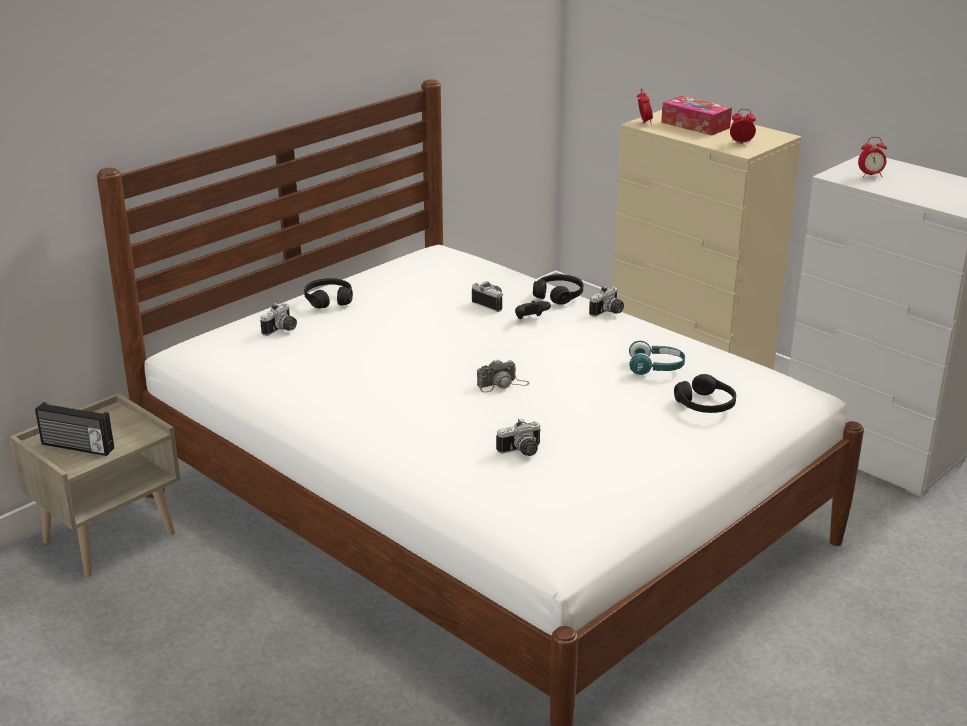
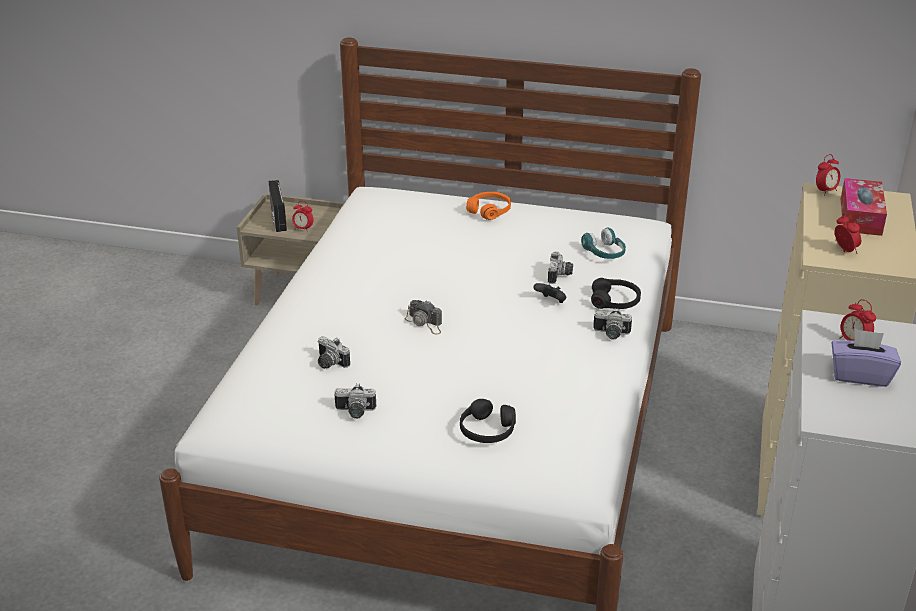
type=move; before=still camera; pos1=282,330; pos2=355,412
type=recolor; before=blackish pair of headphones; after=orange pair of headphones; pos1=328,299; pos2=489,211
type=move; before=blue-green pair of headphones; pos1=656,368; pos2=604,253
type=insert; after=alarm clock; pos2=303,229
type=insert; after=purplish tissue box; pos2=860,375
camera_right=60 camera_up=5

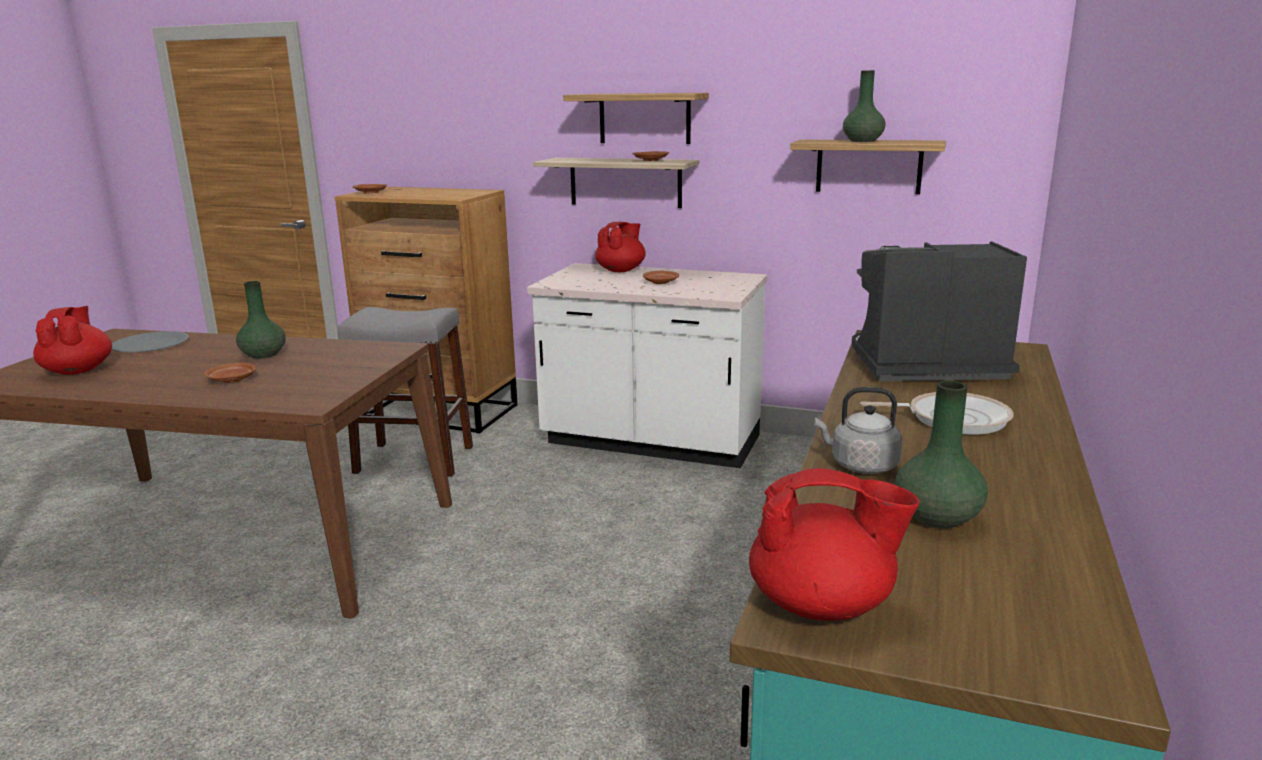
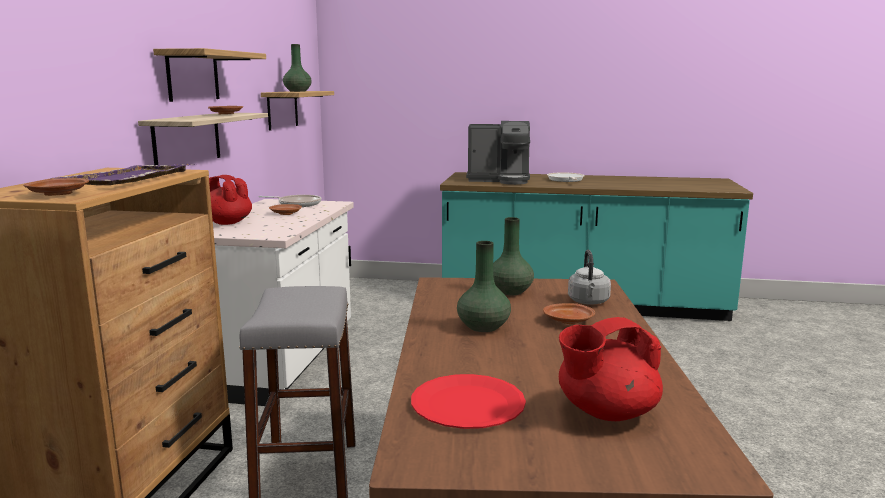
type=recolor; before=gray plate; after=red-coloured plate; pos1=150,344; pos2=468,404
type=delete; before=red-coloured teapot; pos1=823,605
type=move; before=gray kettle; pos1=860,465; pos2=588,302
type=rotate; before=coffee brewer; pos1=923,366; pos2=500,180; turn=-75
type=move; before=green flower vase; pos1=937,517; pos2=510,291
type=insert; after=purplish serving tray; pos2=128,178
type=insert; after=frying pan; pos2=297,204
camera_right=-100 camera_up=-5

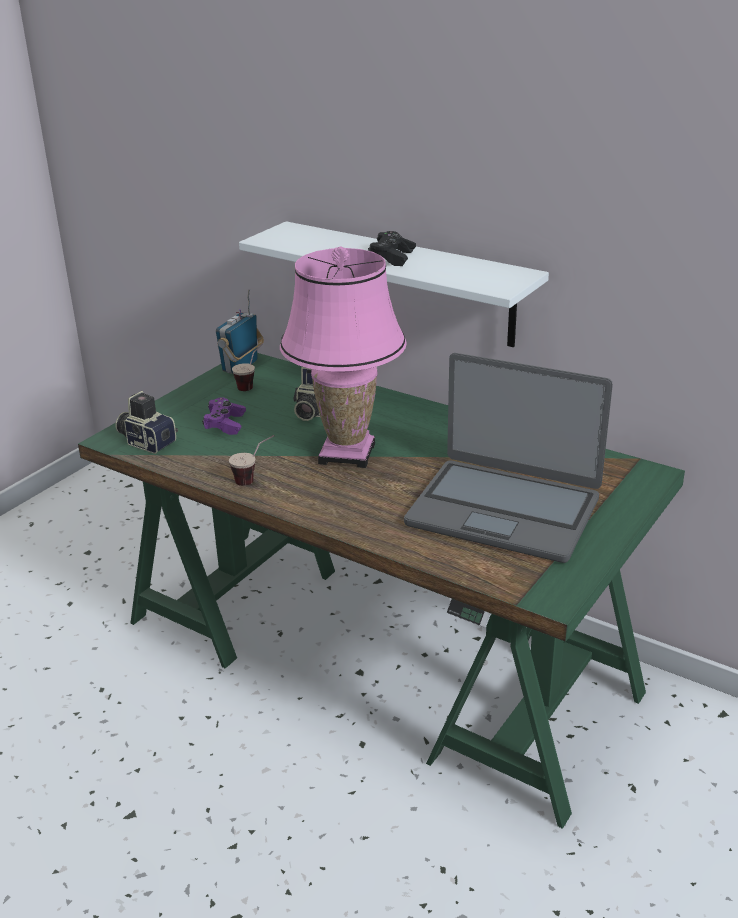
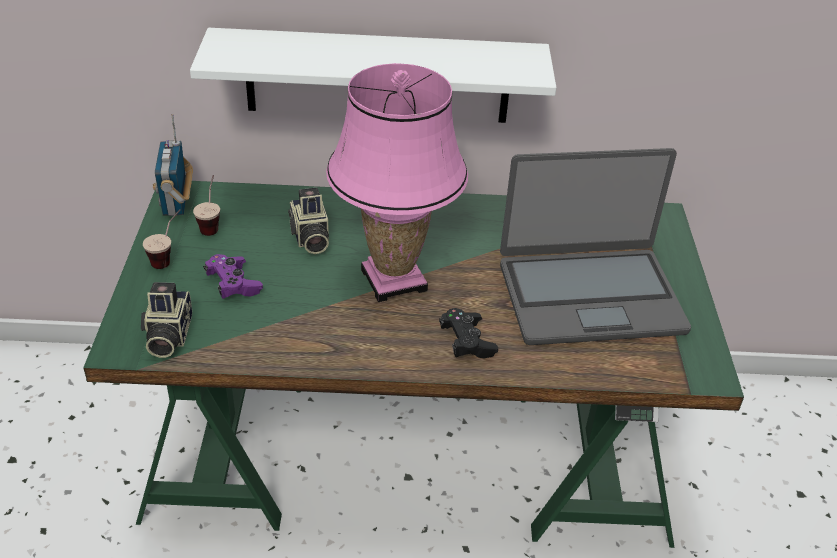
type=rotate; before=still camera; pos1=147,441; pos2=167,336; turn=-90
type=move; before=small cup; pos1=254,479; pos2=168,257
type=move; before=blackish joypad; pos1=392,257; pos2=467,342
camera_right=-35 camera_up=10

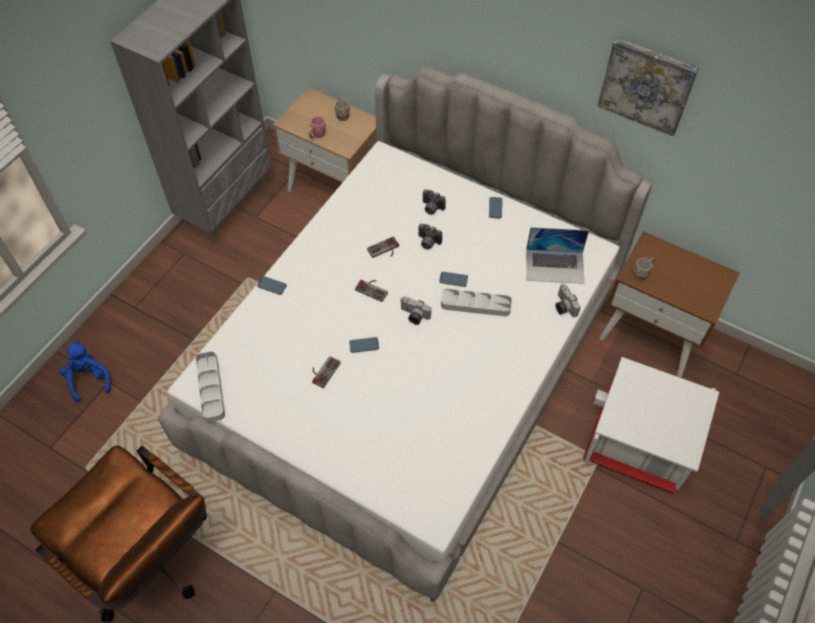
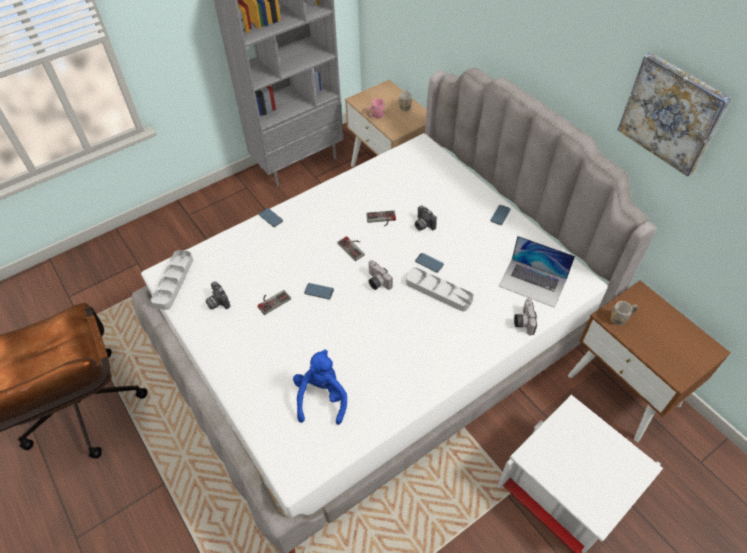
type=move; before=blue plush toy; pos1=89,379; pos2=322,397
type=move; before=still camera; pos1=431,208; pos2=217,302
camera_right=25 camera_up=-5

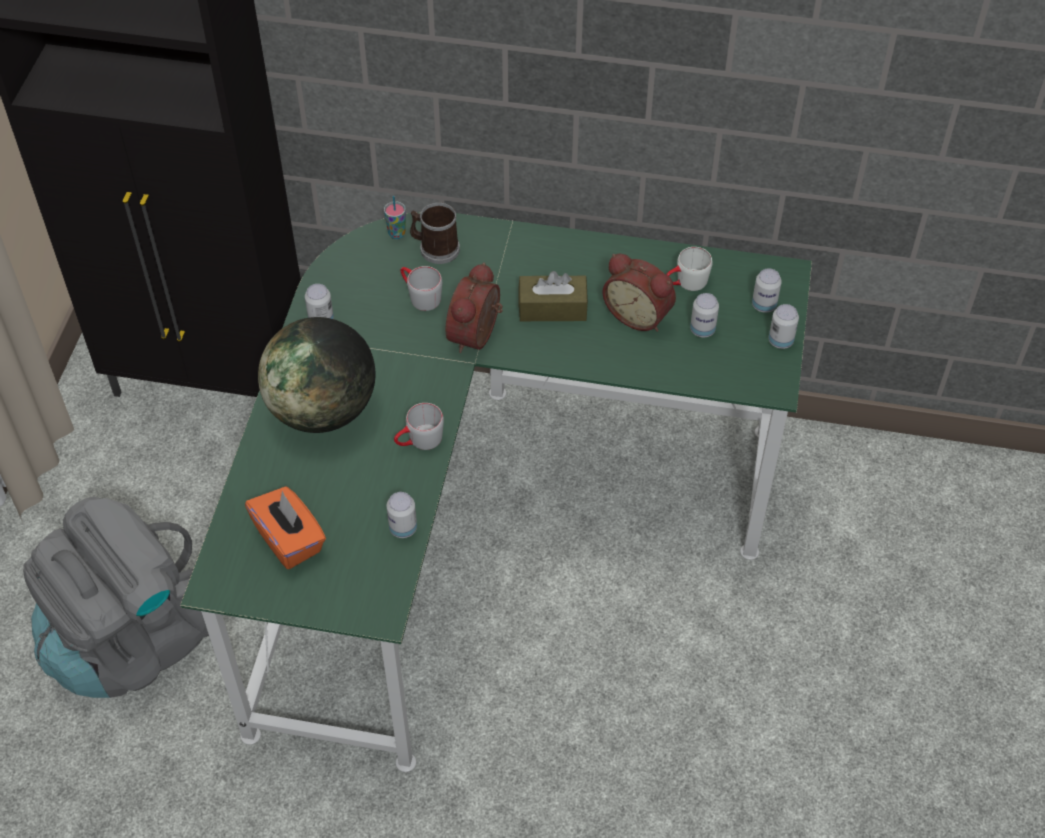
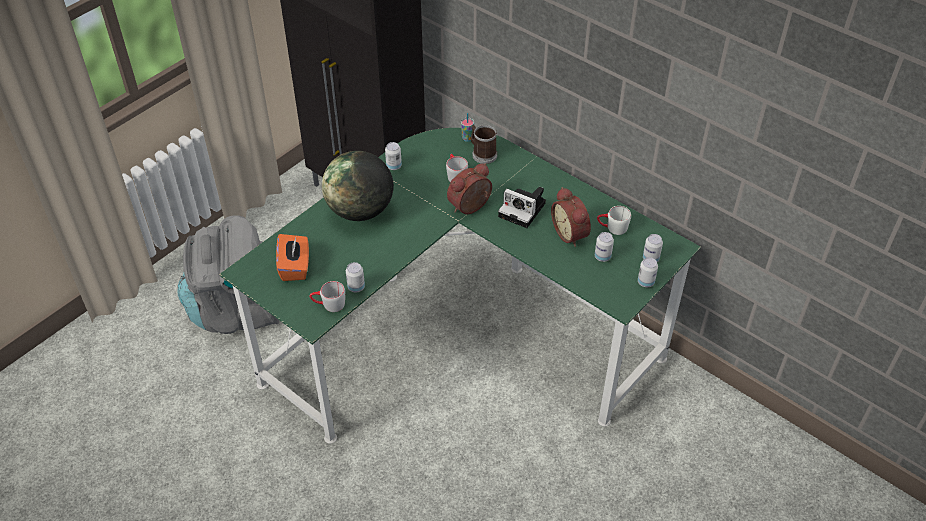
type=move; before=gray tea mug; pos1=419,441; pos2=329,305
type=replace; before=brown-coloured tissue box; after=still camera; pos1=552,308; pos2=524,210
camera_right=30 camera_up=-5

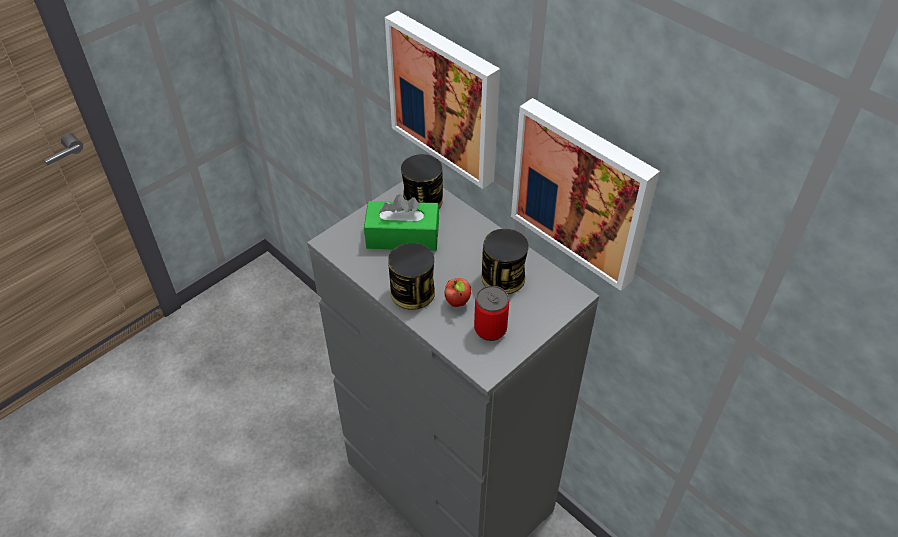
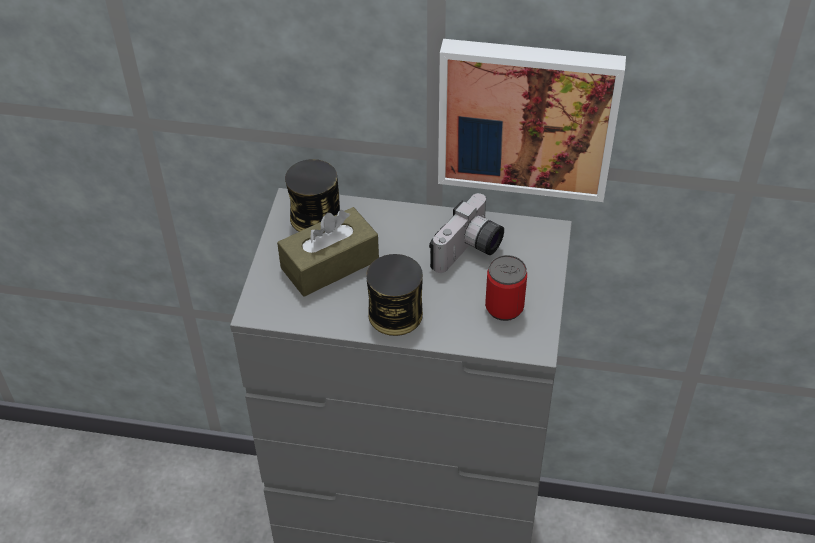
type=recolor; before=green tissue box; after=brown-coloured tissue box; pos1=402,236; pos2=330,264
type=delete; before=wall picture; pos1=446,97
type=delete; before=apple fruit; pos1=458,303
type=replace; before=metal can; after=still camera; pos1=503,277; pos2=469,251
camera_right=-35 camera_up=0

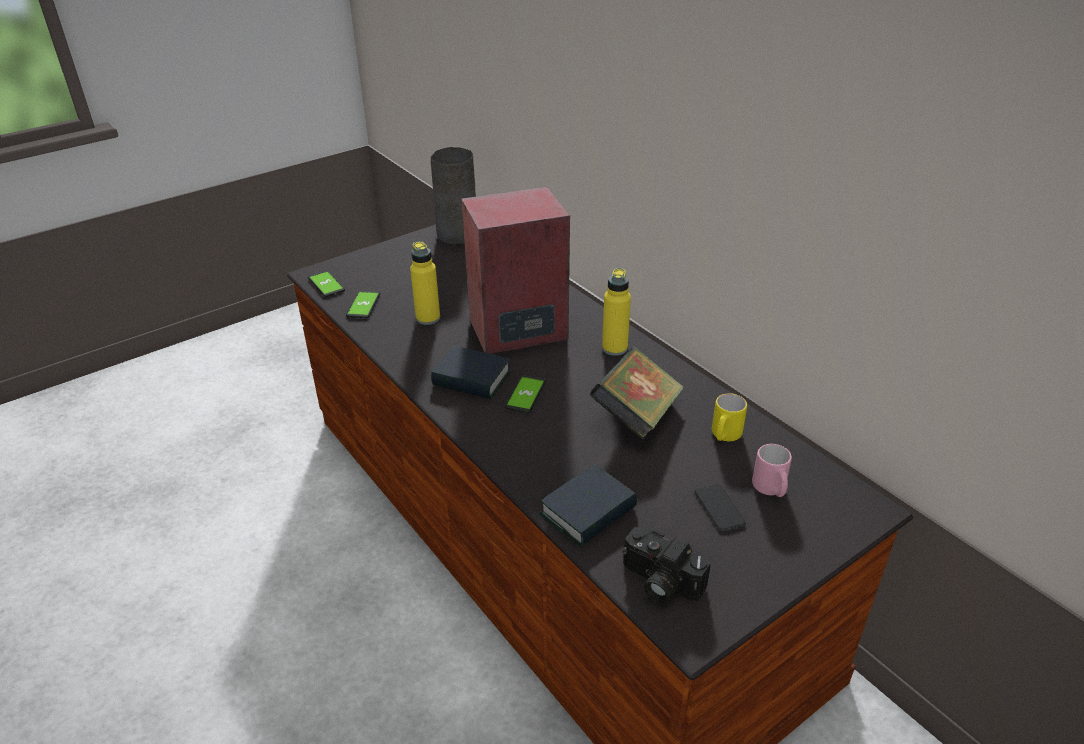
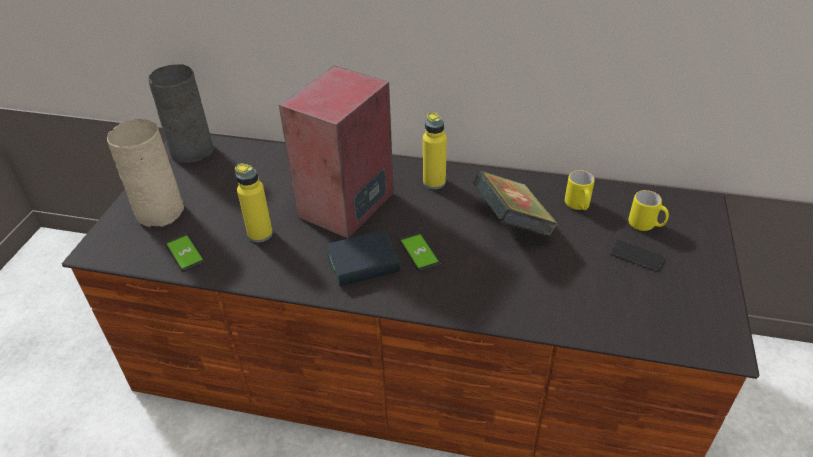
type=delete; before=phone; pos1=326,284
type=delete; before=bound book; pos1=588,512
type=delete; before=still camera; pos1=659,582
type=recolor; before=pink-coloured tea mug; after=yellowish tea mug; pos1=771,490; pos2=646,225
type=insert; after=beige-coloured flower vase; pos2=161,211
camera_right=-40 camera_up=5

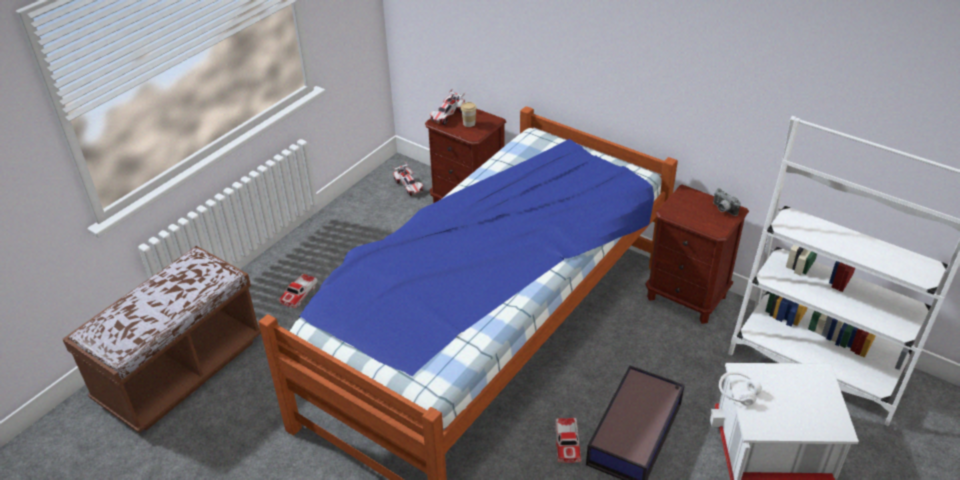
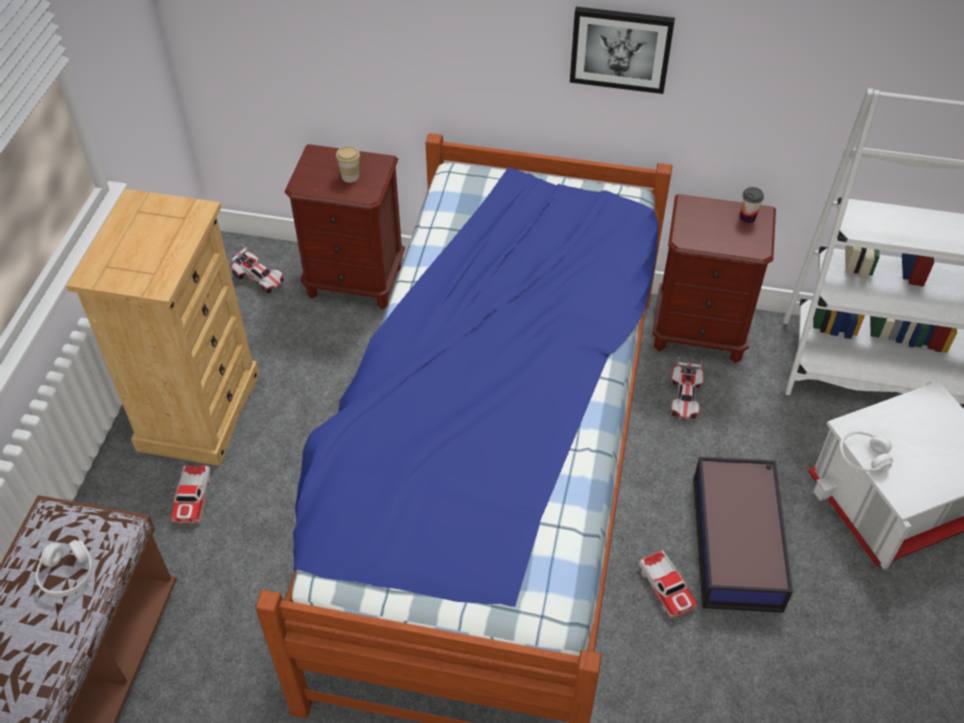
type=move; before=model car; pos1=447,115; pos2=685,398
type=replace; before=still camera; after=small cup; pos1=723,210; pos2=747,217
type=insert; after=white-coloured pair of headphones; pos2=67,574
type=insert; after=beige-coloured drawer chest; pos2=199,410
type=insert; after=wall picture; pos2=621,48
camera_right=-25 camera_up=10

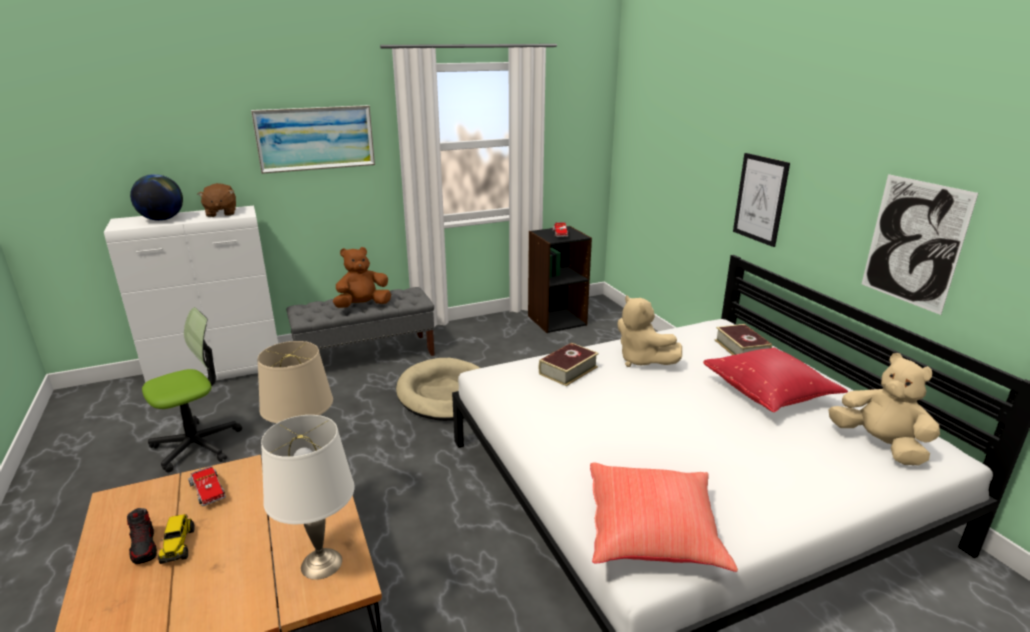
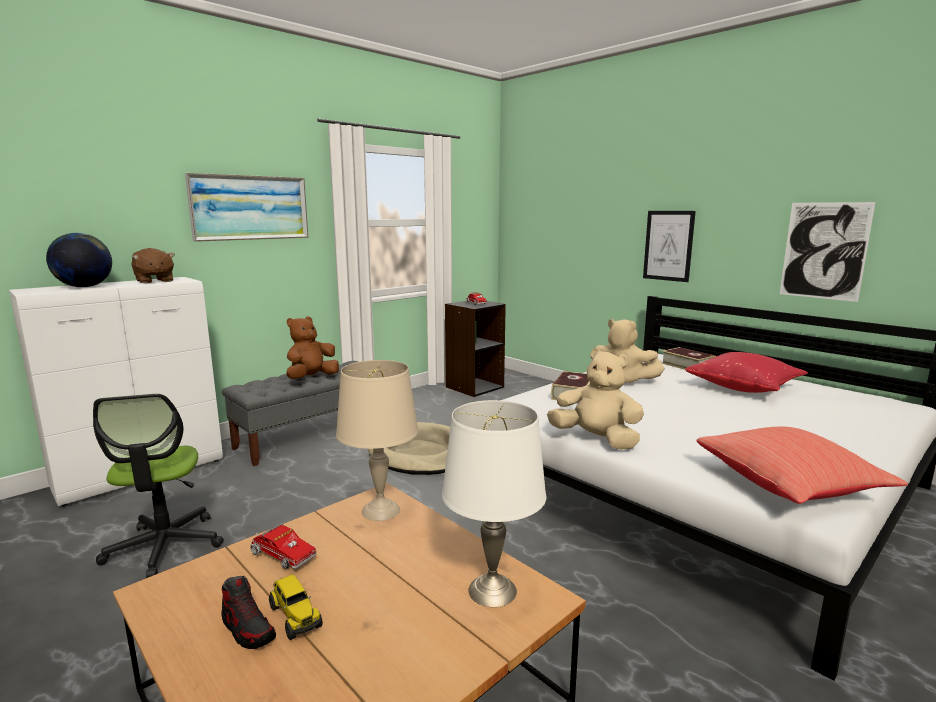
type=rotate; before=desk chair; pos1=197,445; pos2=165,546; turn=135
type=move; before=beige-coloured plush toy; pos1=879,445; pos2=596,439
camera_right=-20 camera_up=-10

